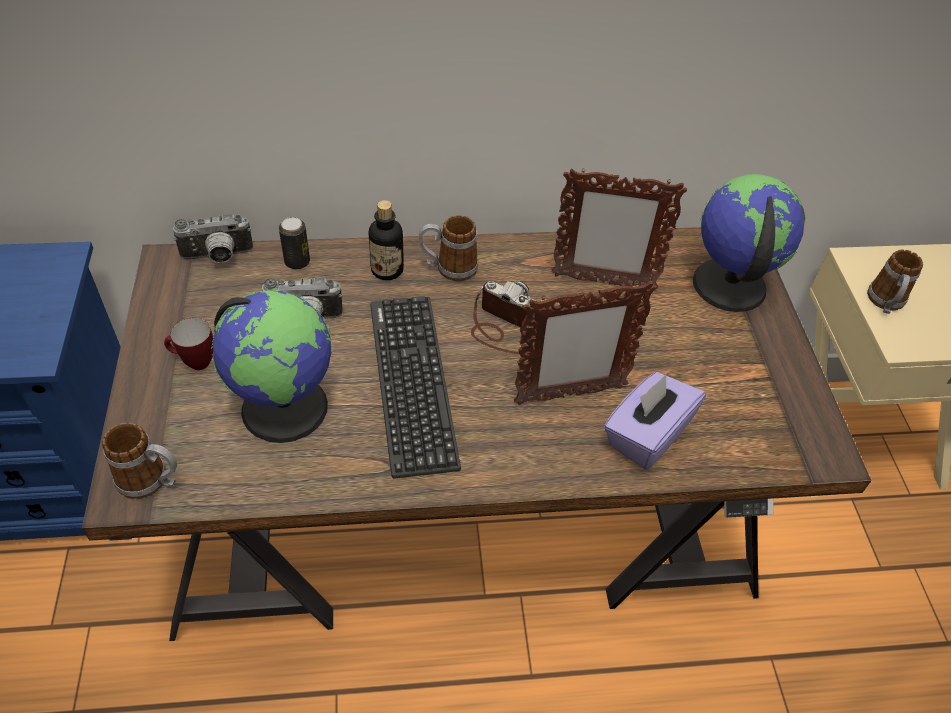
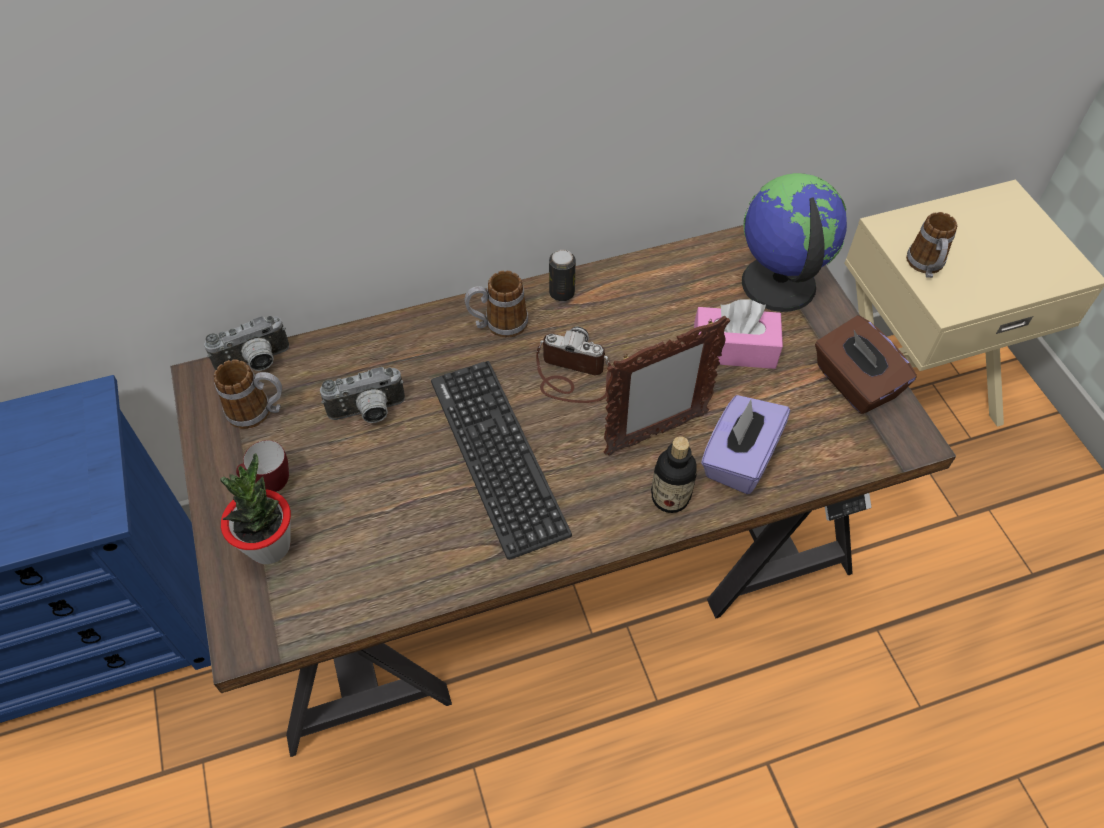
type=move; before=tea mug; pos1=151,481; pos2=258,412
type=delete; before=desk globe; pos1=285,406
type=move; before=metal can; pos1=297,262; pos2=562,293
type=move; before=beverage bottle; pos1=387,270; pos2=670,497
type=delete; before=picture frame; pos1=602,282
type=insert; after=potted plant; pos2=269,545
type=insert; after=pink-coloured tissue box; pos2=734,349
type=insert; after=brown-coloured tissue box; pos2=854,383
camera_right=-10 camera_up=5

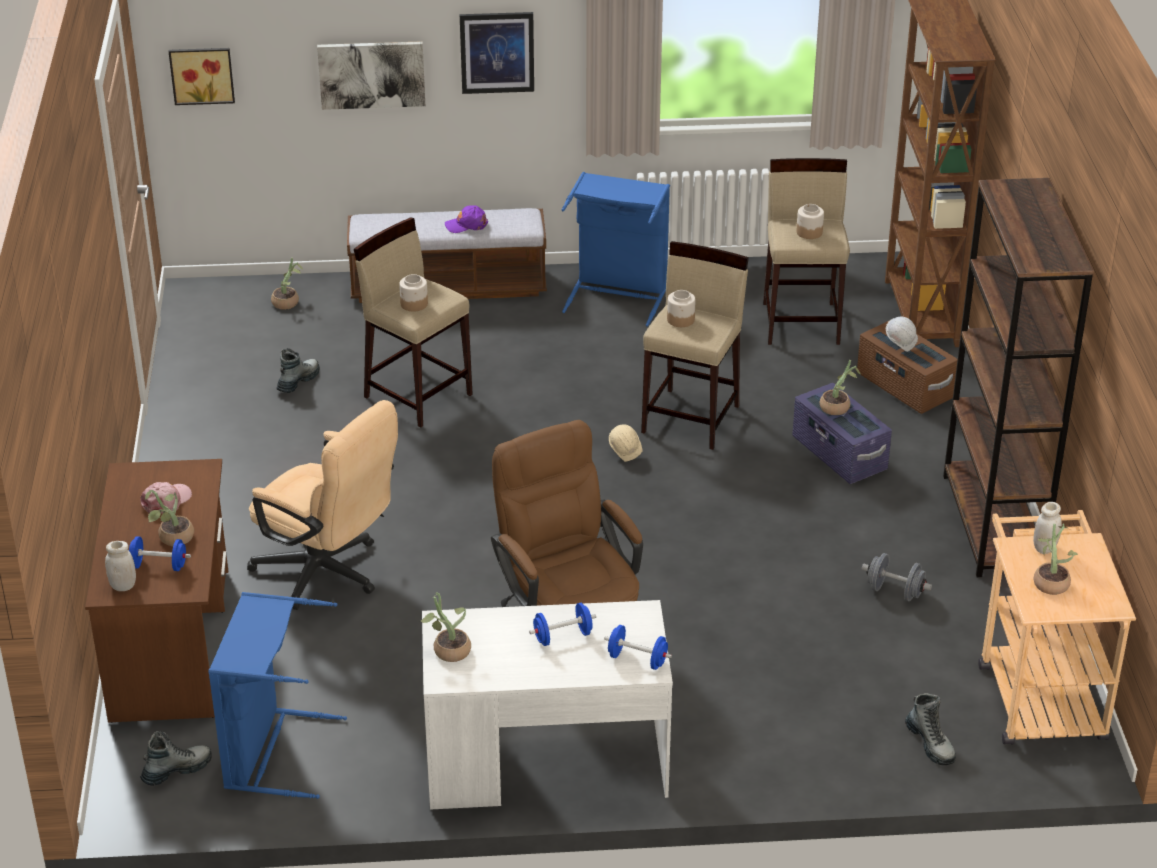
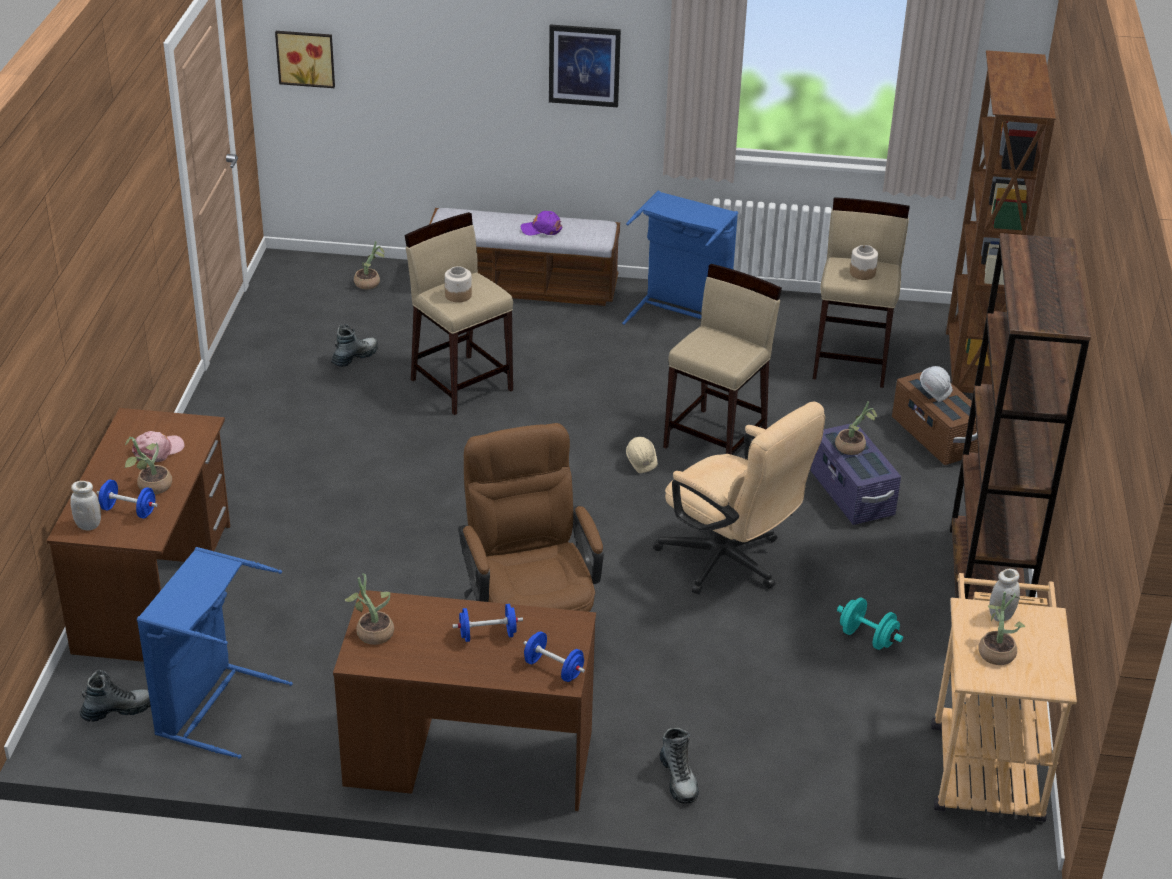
type=move; before=beige-coloured desk chair; pos1=328,574; pos2=730,564
type=delete; before=wall picture; pos1=371,74
type=recolor; before=white-coloured desk; after=brown-coloured desk; pos1=546,764; pos2=469,759
type=delete; before=jar; pos1=681,319
type=recolor; before=gray free weight; after=blue-green free weight; pos1=894,592; pos2=867,638
type=move; before=tall boot; pos1=930,743; pos2=678,779
camera_right=10 camera_up=0

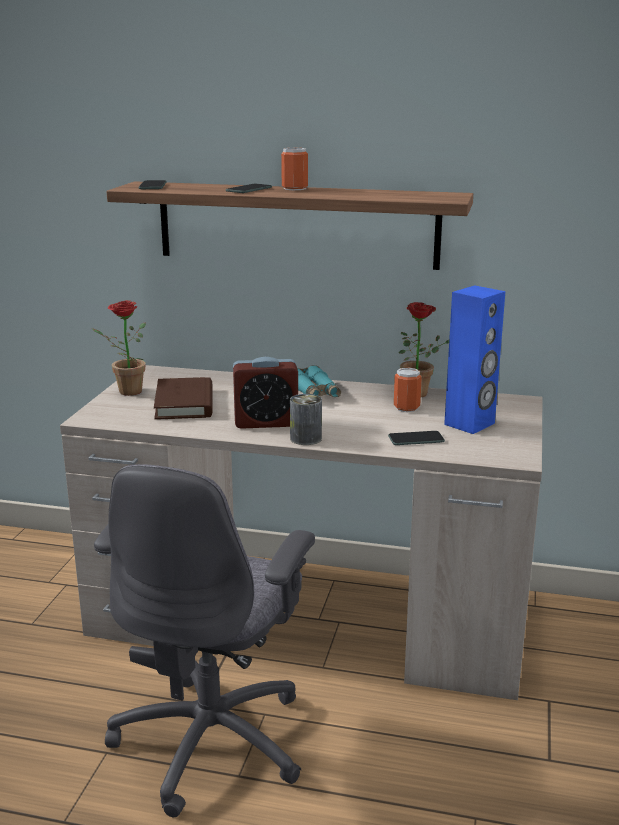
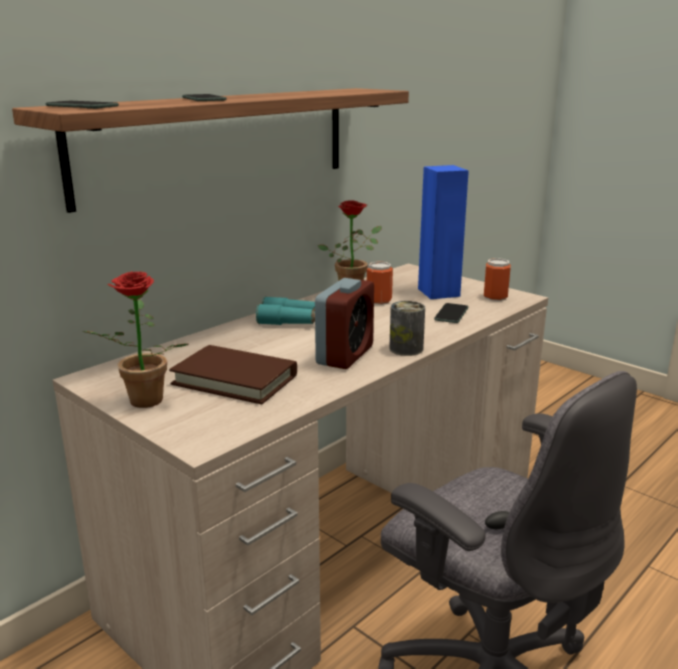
type=move; before=metal can; pos1=294,188; pos2=495,297
camera_right=-60 camera_up=0

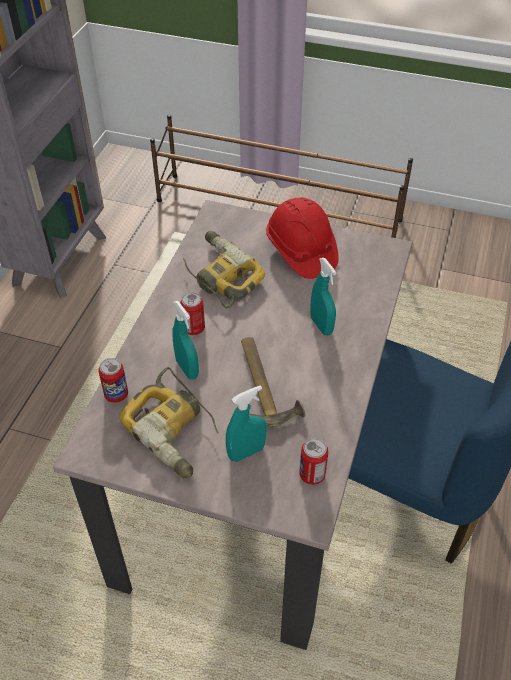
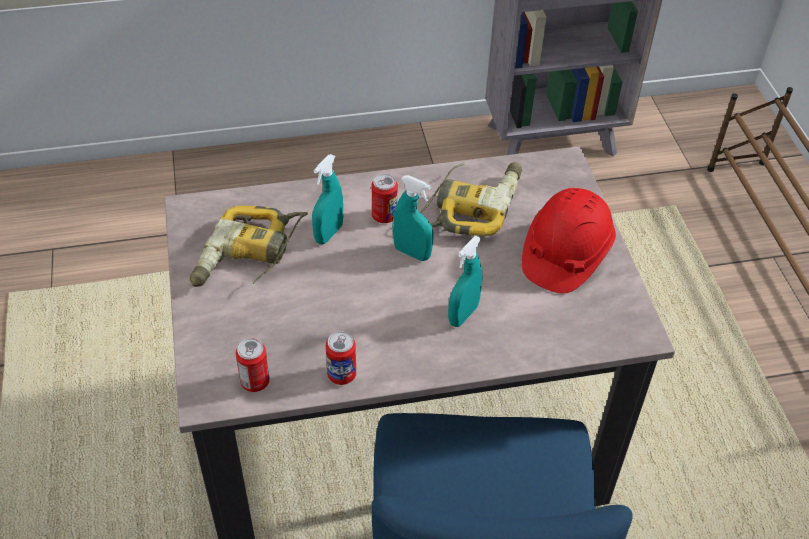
type=move; before=metal can; pos1=116,395; pos2=341,375
type=move; before=blue-green sprayer; pos1=246,452; pos2=412,252
type=delete; before=hand hammer; pos1=265,384
camera_right=60 camera_up=0

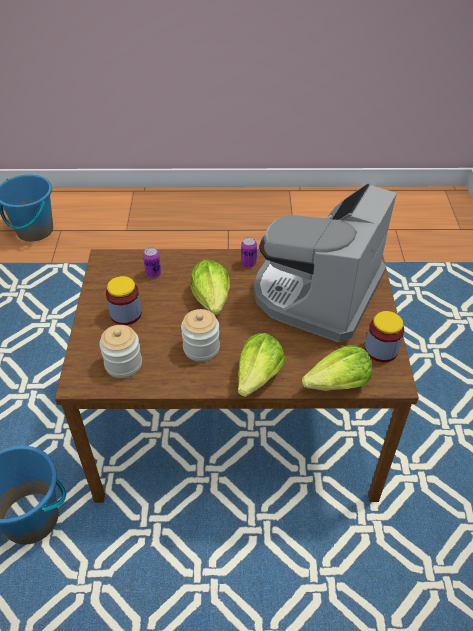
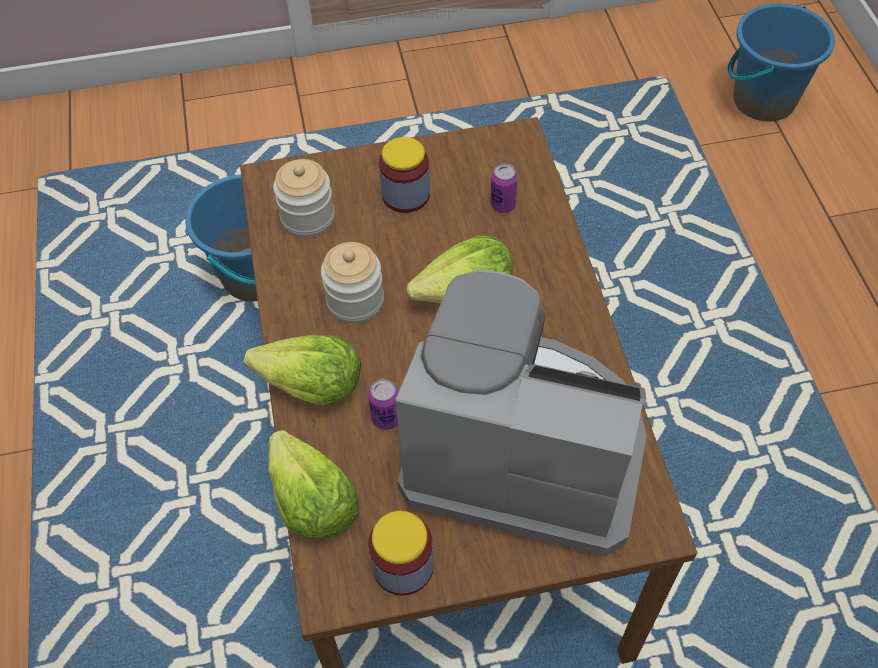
type=move; before=metal can; pos1=248,263; pos2=386,418
camera_right=80 camera_up=10

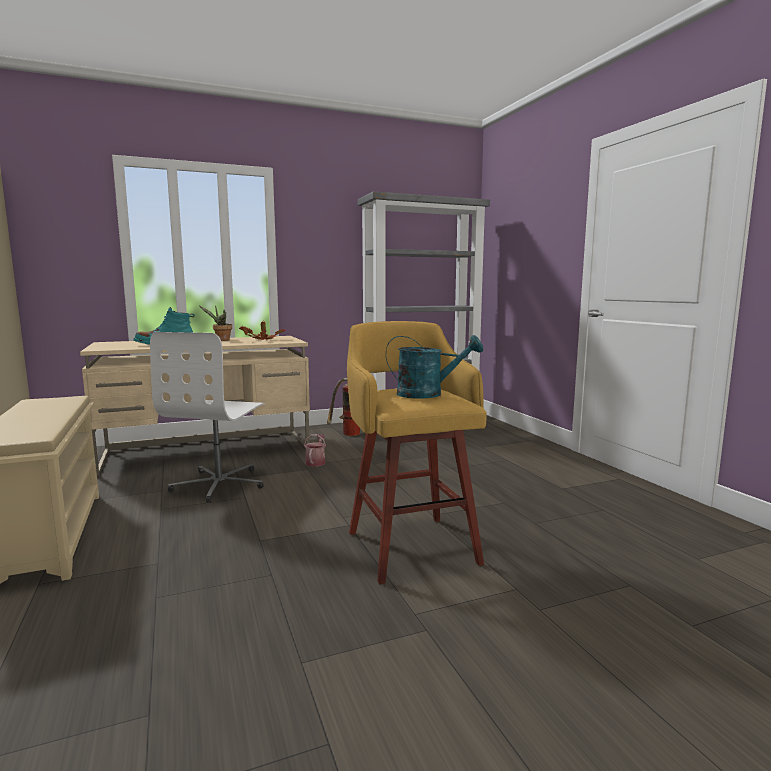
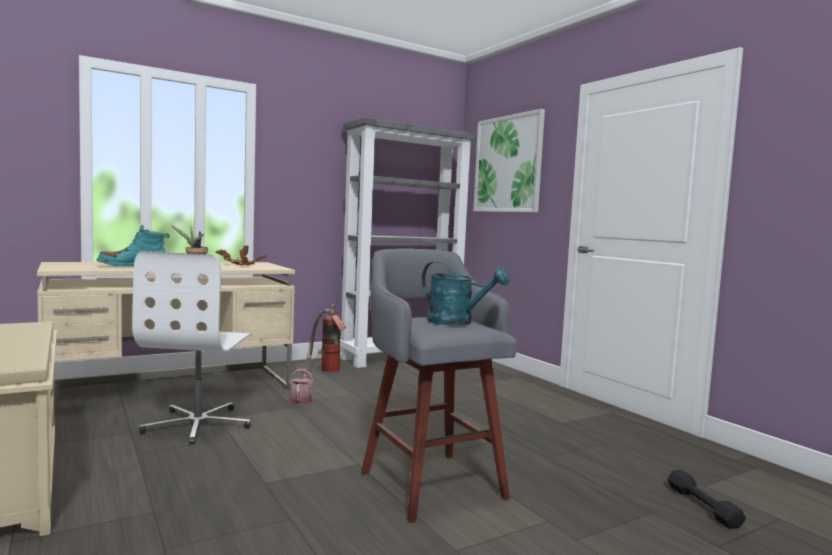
type=recolor; before=yellowish stool seat; after=gray stool seat; pos1=411,545; pos2=430,482
type=rotate; before=blue-green watering can; pos1=428,394; pos2=457,322; turn=45
type=insert; after=wall picture; pos2=508,164
type=insert; after=blackish free weight; pos2=703,506
camera_right=-10 camera_up=-5

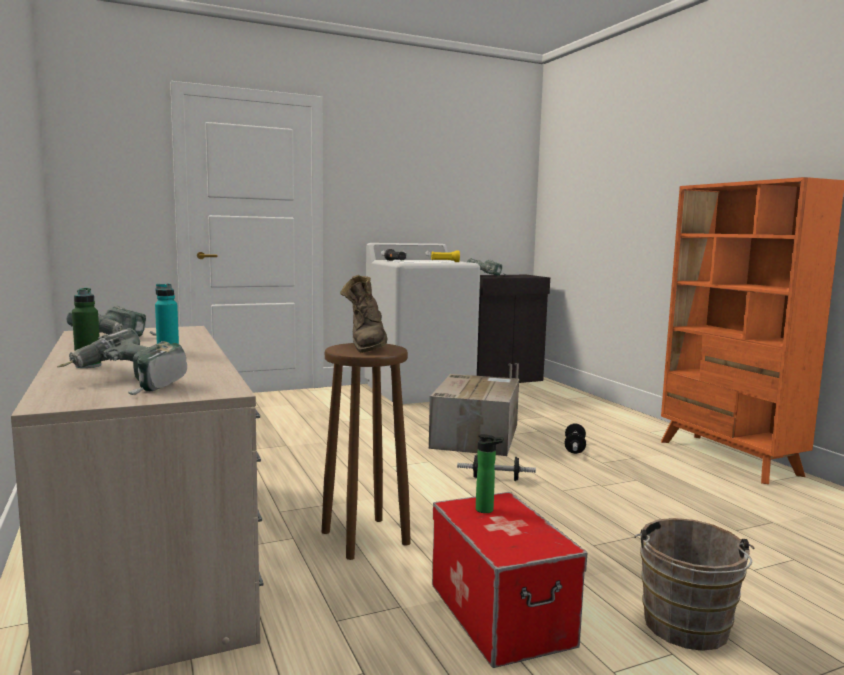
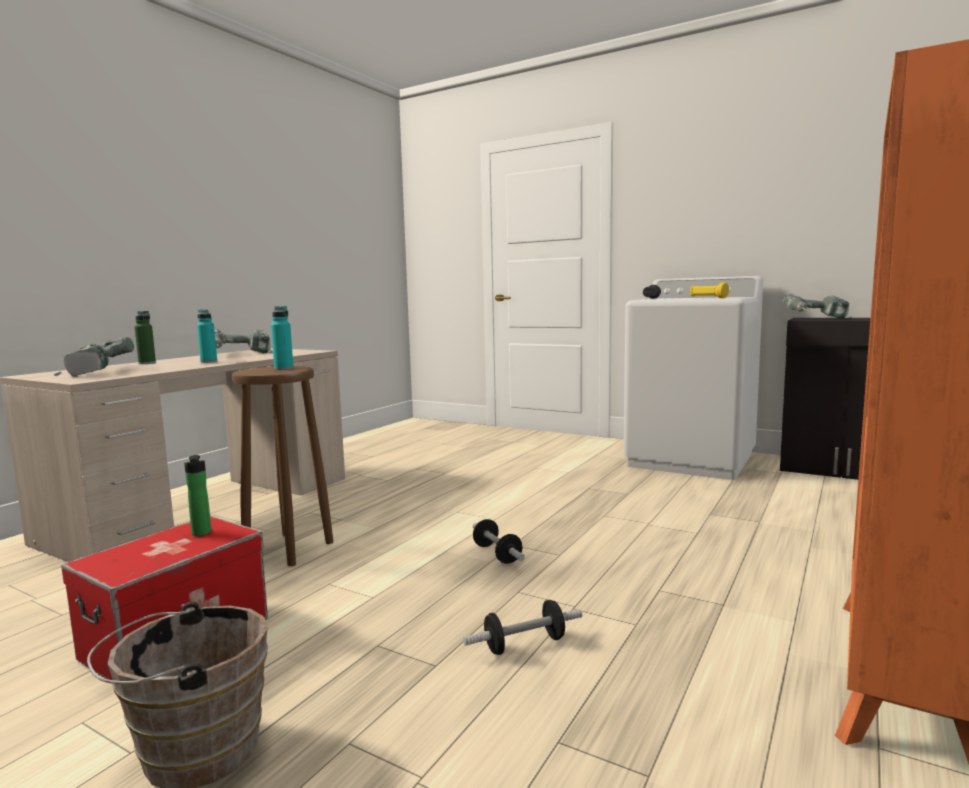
type=replace; before=brown-coloured tall boot; after=blue-green beverage bottle; pos1=366,346; pos2=283,368
type=delete; before=packing box; pos1=475,435
type=move; before=free weight; pos1=574,448; pos2=524,644
camera_right=55 camera_up=0

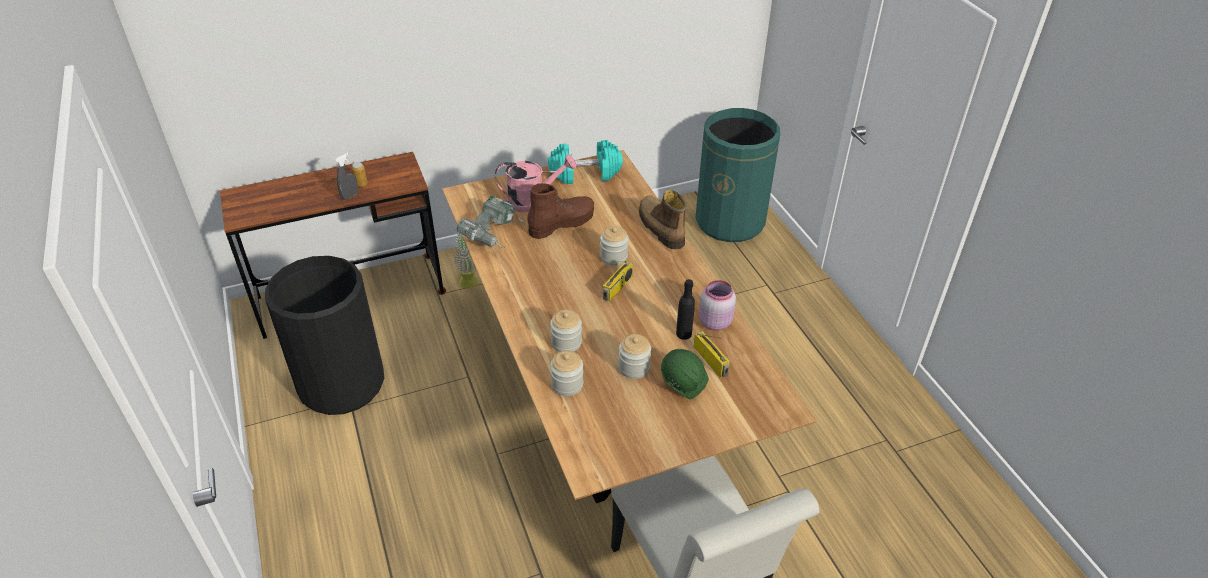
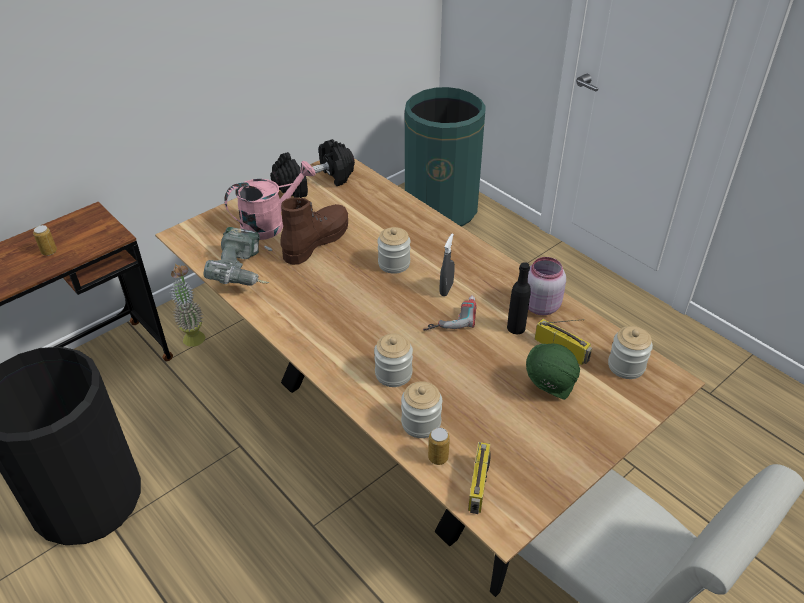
type=move; before=gray sprayer; pos1=350,196; pos2=446,289
type=recolor; before=blue-green free weight; after=blackish free weight; pos1=585,174; pos2=314,183
type=move; before=radio receiver; pos1=617,288; pos2=479,485
type=move; before=jar; pos1=634,367; pos2=626,366
type=delete; before=tall boot; pos1=660,228
type=insert; after=drill; pos2=450,316
type=insert; after=metal can; pos2=438,458
camera_right=-20 camera_up=0

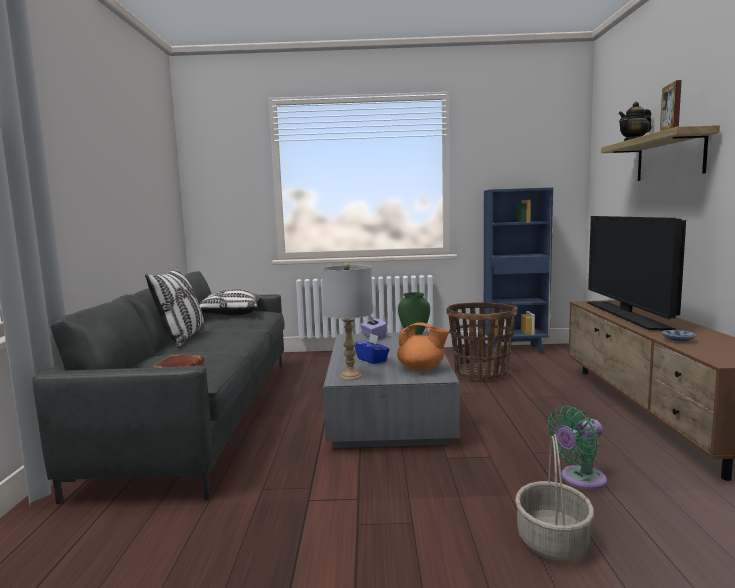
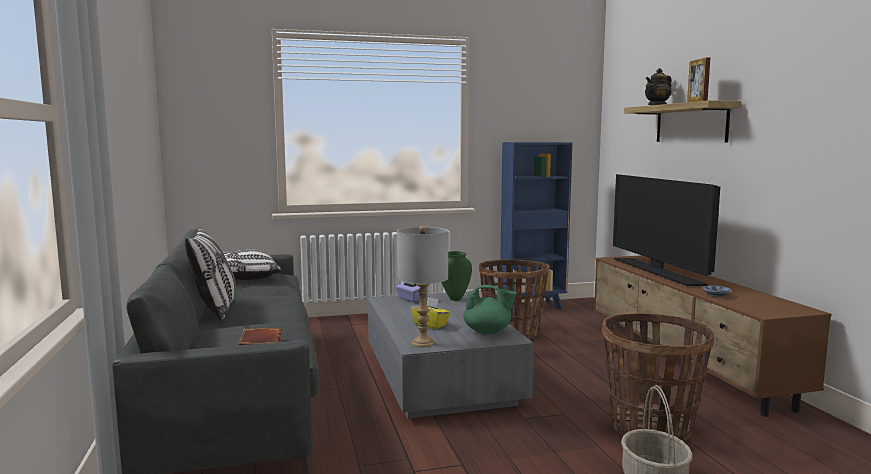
type=recolor; before=blue tissue box; after=yellowish tissue box; pos1=372,360; pos2=430,324
type=recolor; before=orange teapot; after=green teapot; pos1=422,369; pos2=488,331
type=replace; before=green cooling fan; after=household basket; pos1=579,479; pos2=651,427
camera_right=-15 camera_up=0

